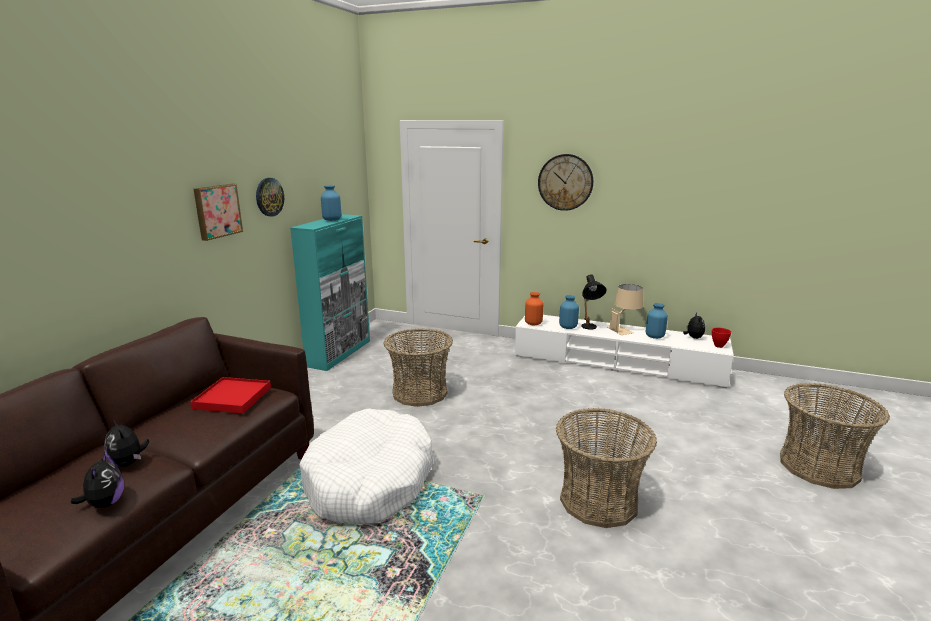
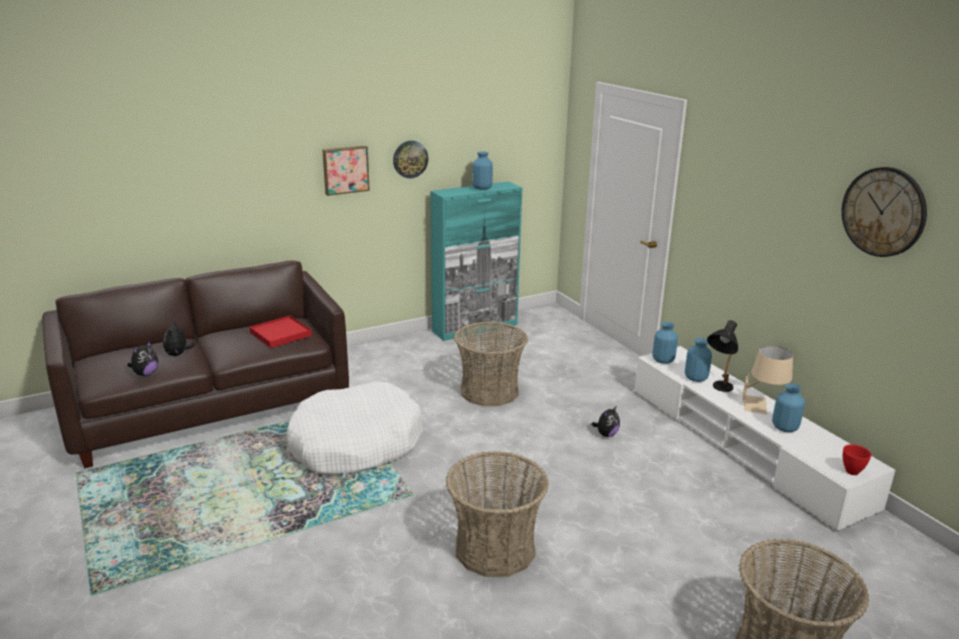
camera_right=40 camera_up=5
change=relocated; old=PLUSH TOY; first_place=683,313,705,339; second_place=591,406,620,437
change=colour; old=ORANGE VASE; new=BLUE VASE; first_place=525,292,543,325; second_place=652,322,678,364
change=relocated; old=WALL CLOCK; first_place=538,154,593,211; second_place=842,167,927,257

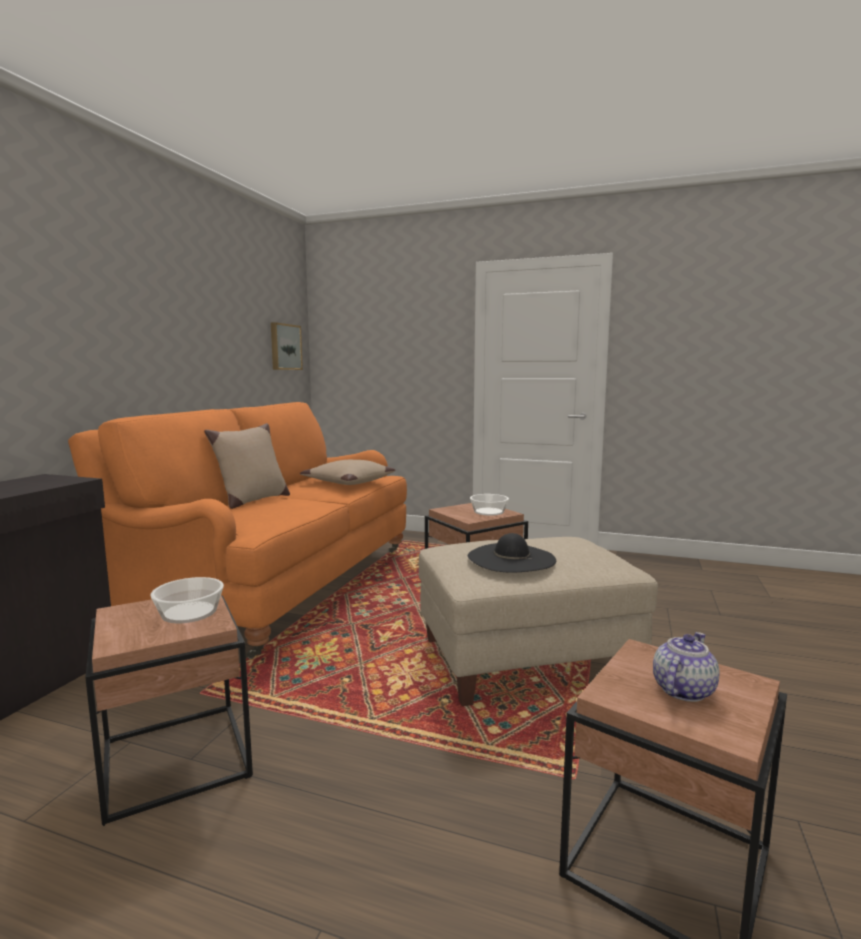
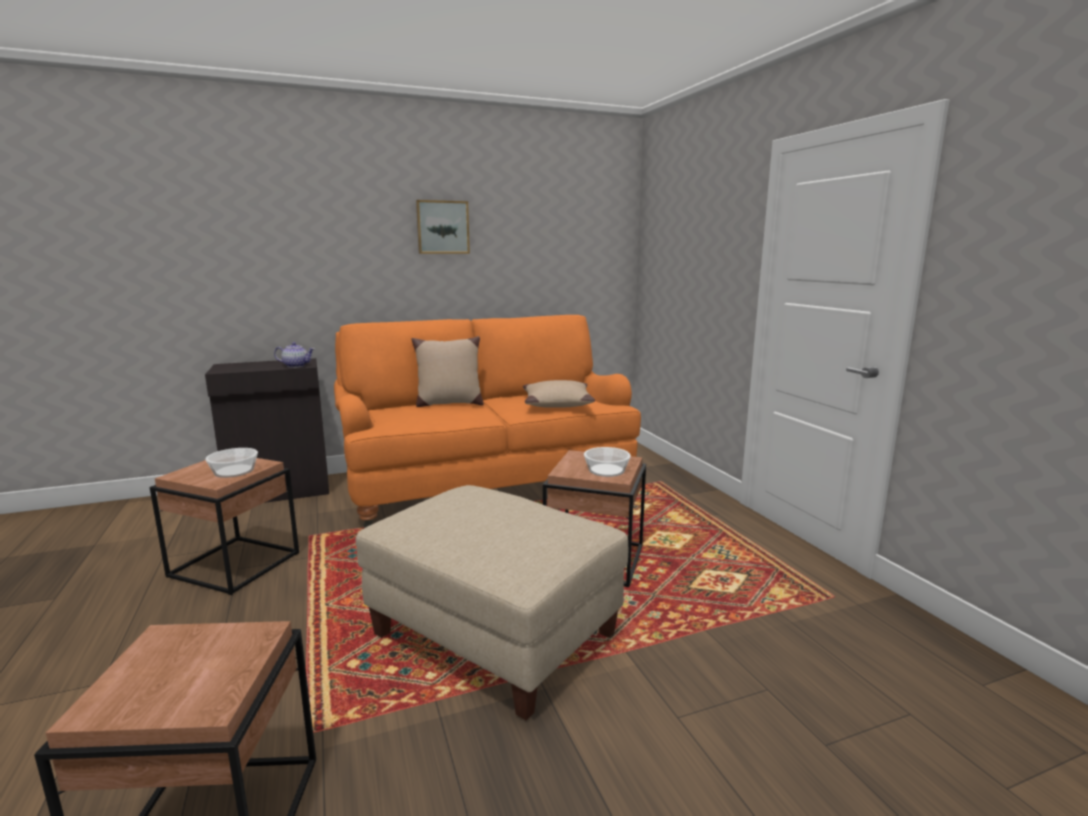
camera_right=50 camera_up=5
change=relocated; old=TEAPOT; first_place=653,632,720,702; second_place=274,342,314,368
change=relocated; old=PICTURE; first_place=271,322,303,370; second_place=416,200,470,254
change=missing; old=BLACK HAT; first_place=468,533,556,573

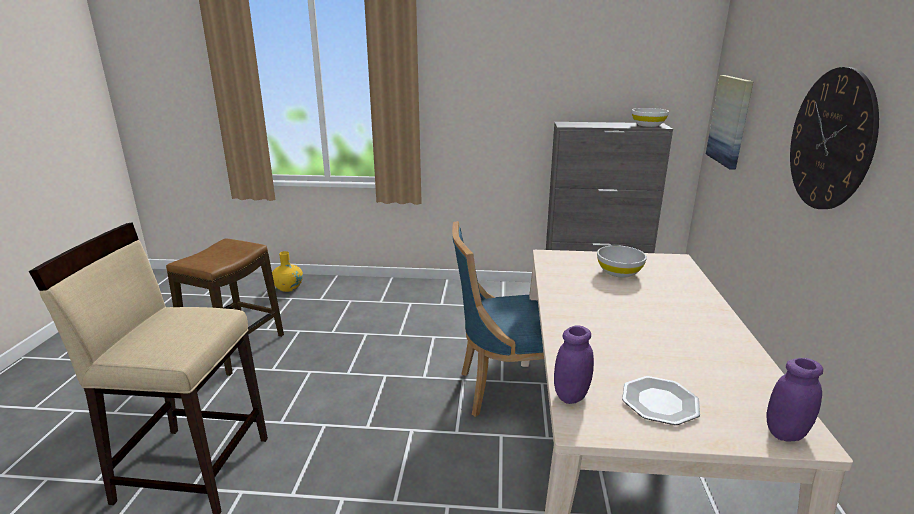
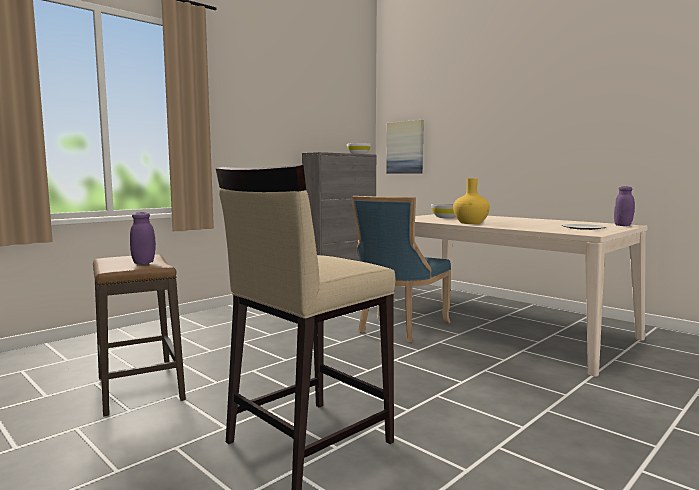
camera_right=-50 camera_up=-15
change=relocated; old=PURPLE JAR; first_place=554,325,594,404; second_place=130,212,156,264
change=relocated; old=YELLOW VASE; first_place=272,251,303,292; second_place=453,178,490,224
change=missing; old=WALL CLOCK; first_place=790,67,879,209

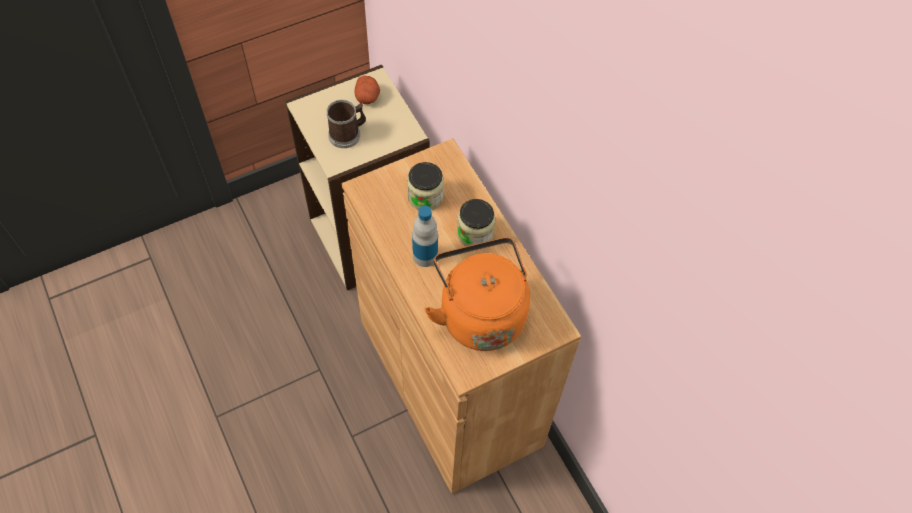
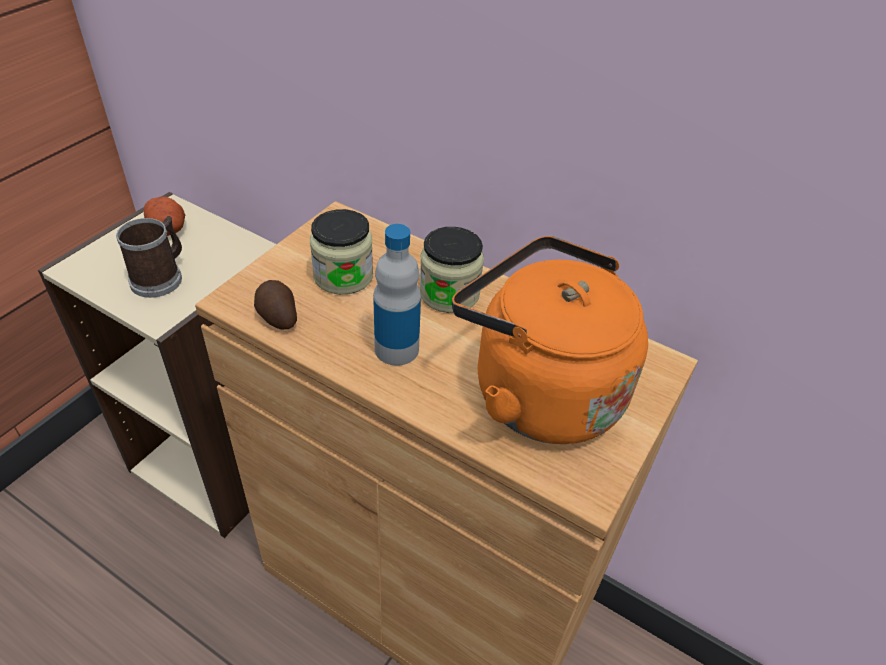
camera_right=-30 camera_up=-15
change=appeared; new=POTATO; second_place=254,280,297,330

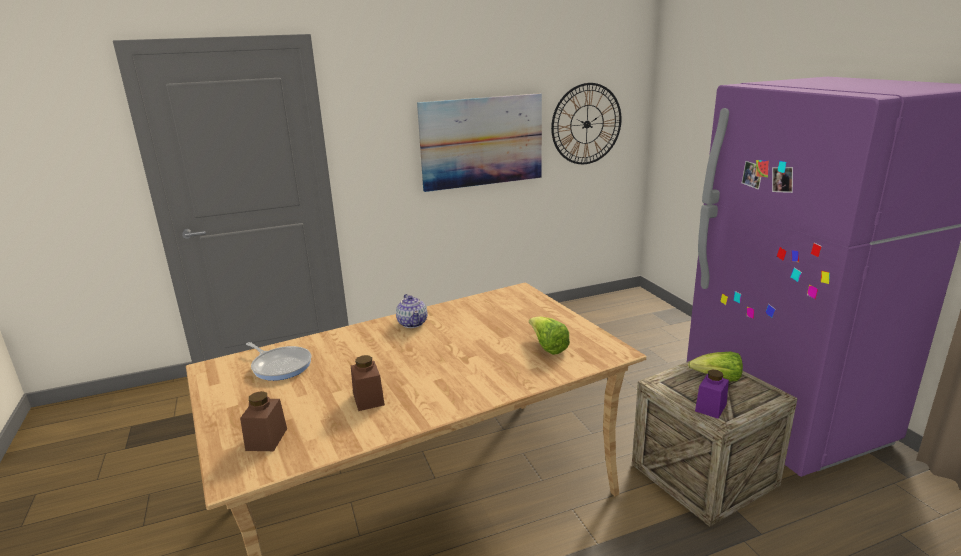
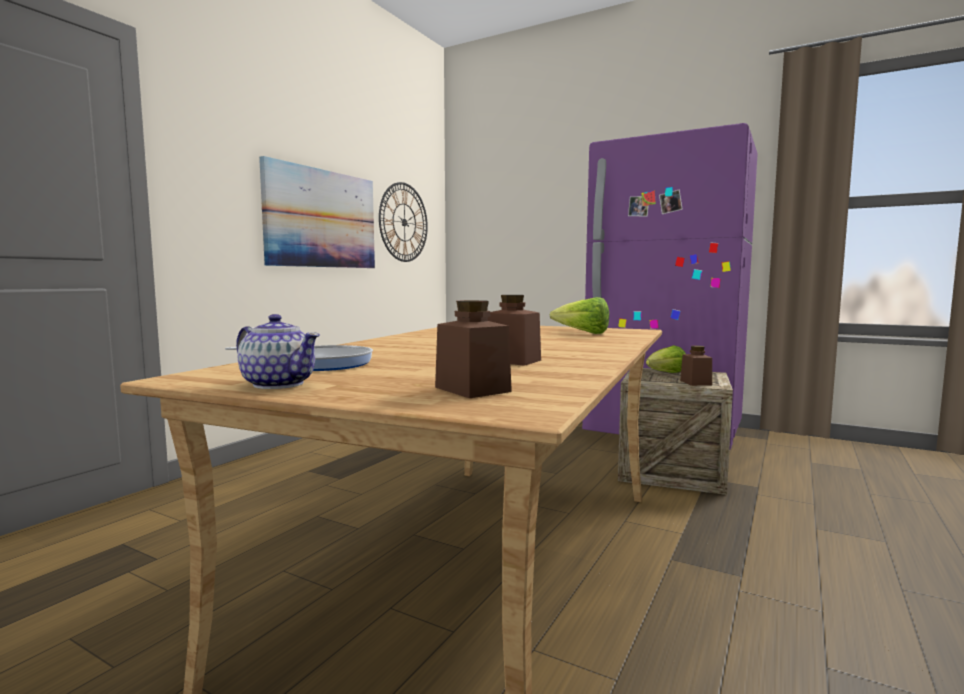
camera_right=-40 camera_up=-15
change=relocated; old=TEAPOT; first_place=396,294,427,328; second_place=236,314,320,389
change=colour; old=PURPLE JAR; new=BROWN JAR; first_place=695,370,729,419; second_place=680,345,712,386

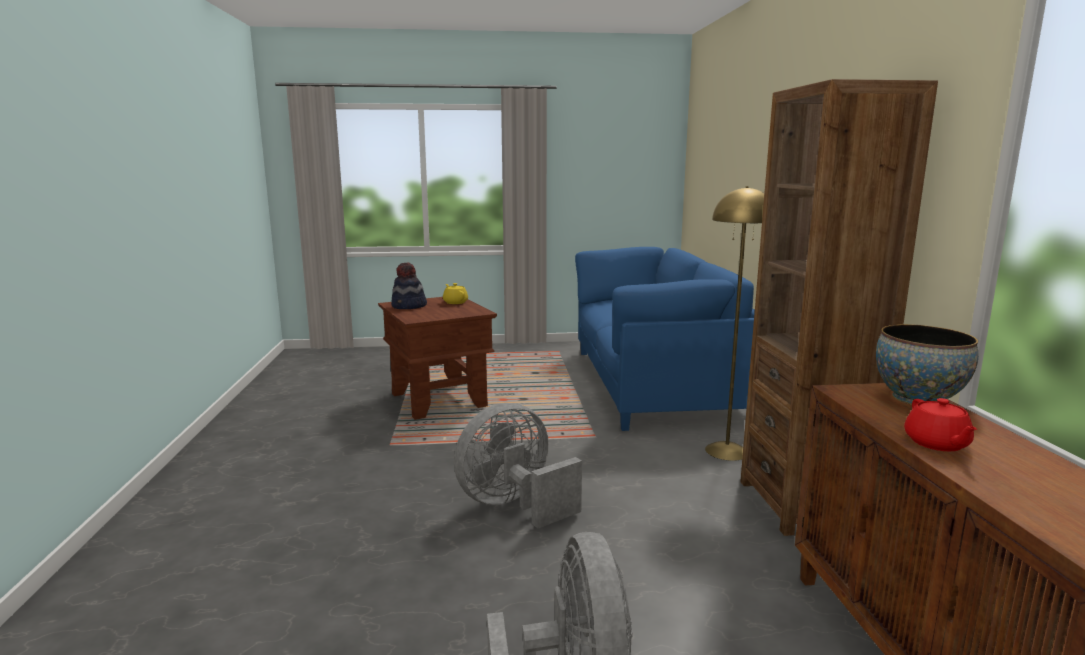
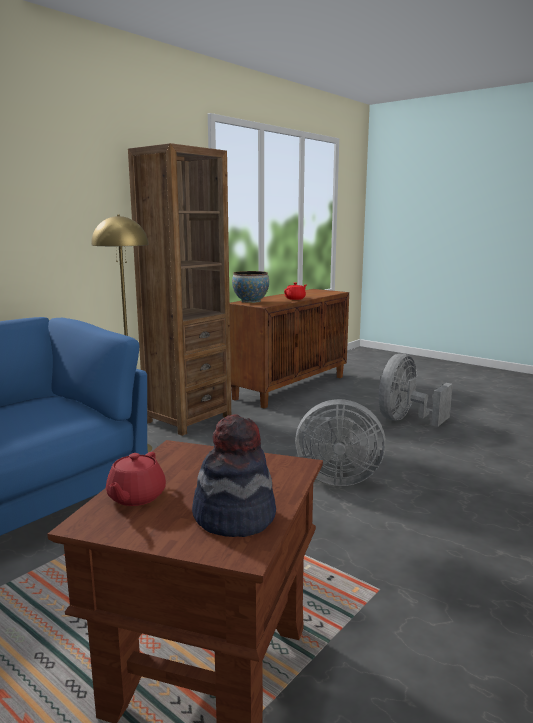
camera_right=-135 camera_up=0
change=colour; old=YELLOW TEAPOT; new=RED TEAPOT; first_place=443,283,468,304; second_place=106,452,166,506

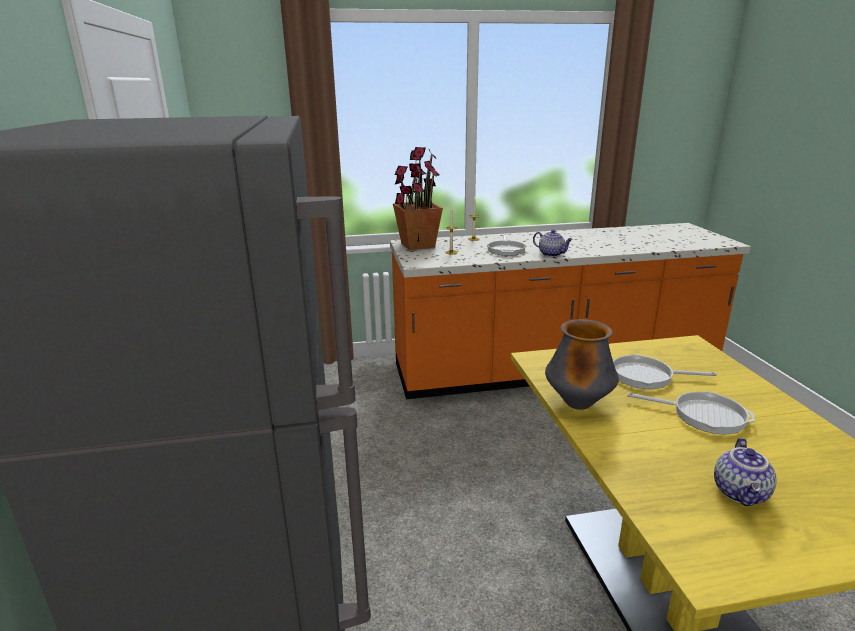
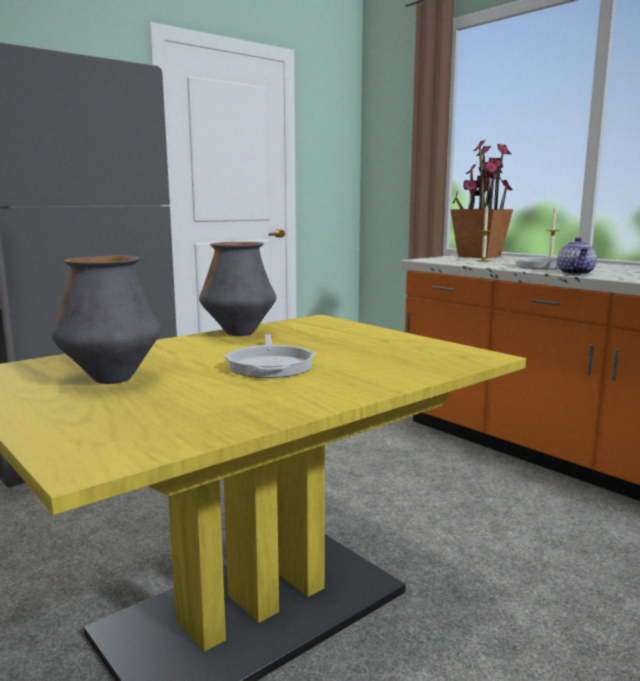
camera_right=60 camera_up=-10
change=exchanged; old=TEAPOT; new=VASE; first_place=714,438,776,506; second_place=52,256,161,384
change=missing; old=FRYING PAN; first_place=613,354,717,389

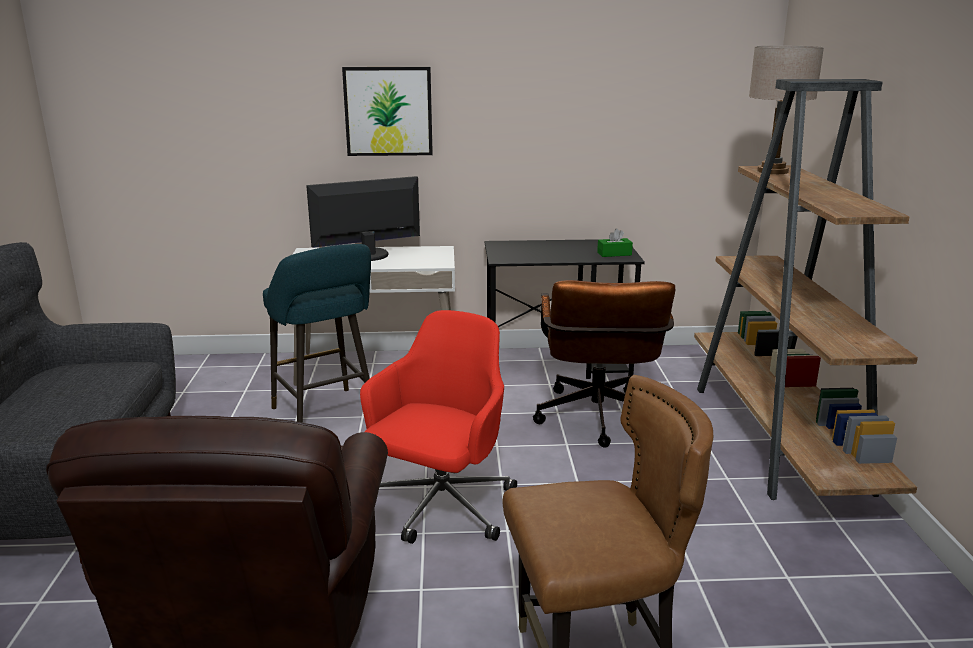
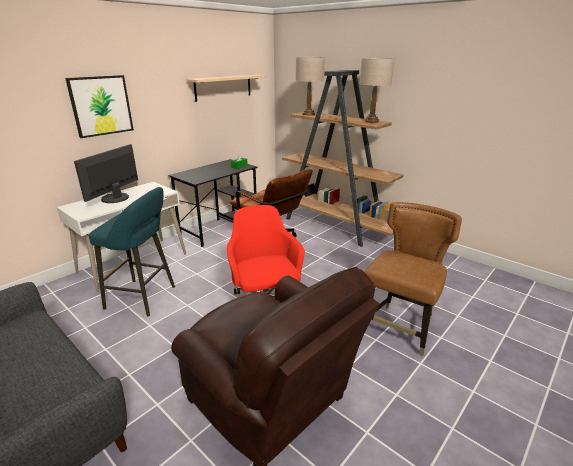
camera_right=-45 camera_up=5
change=appeared; new=BEIGE SHELF; second_place=186,75,266,102
change=appeared; new=BEIGE TABLE LAMP; second_place=359,58,395,123

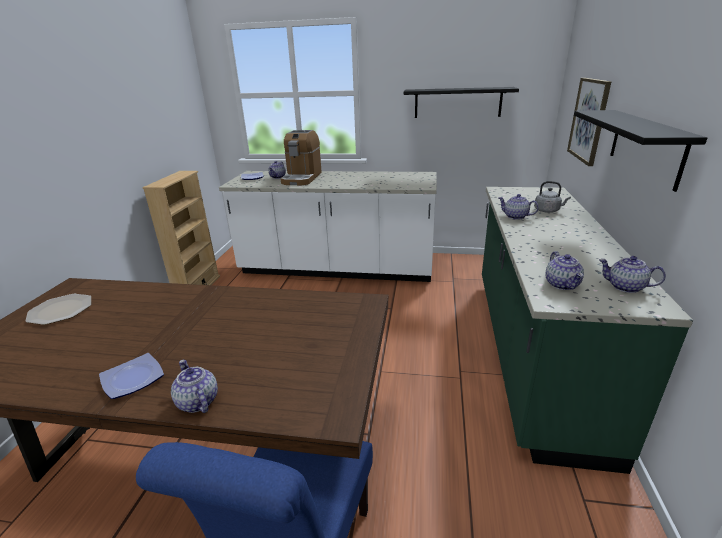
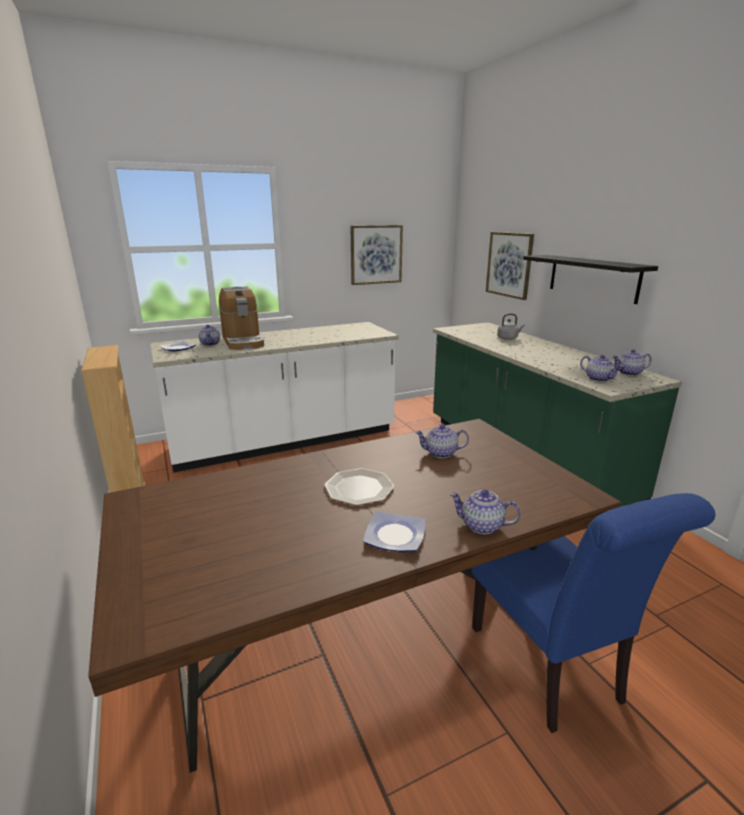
camera_right=-35 camera_up=-5
change=relocated; old=PLATE; first_place=25,294,91,325; second_place=324,468,395,506
change=exchanged; old=BLACK SHELF; new=PICTURE; first_place=404,87,519,118; second_place=350,225,403,285
change=relocated; old=TEAPOT; first_place=498,194,539,220; second_place=415,424,469,458

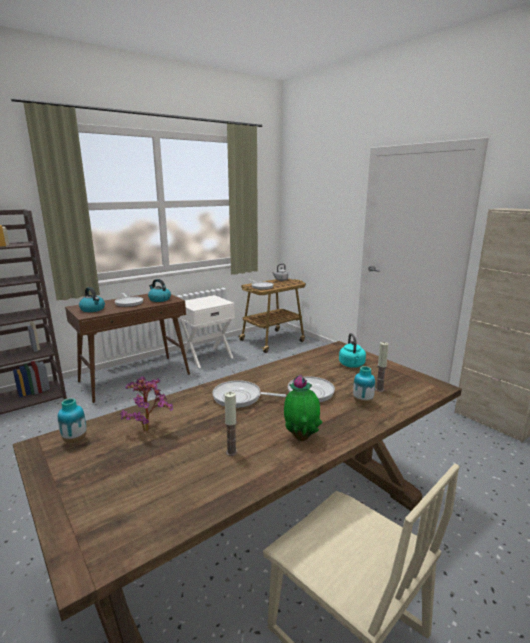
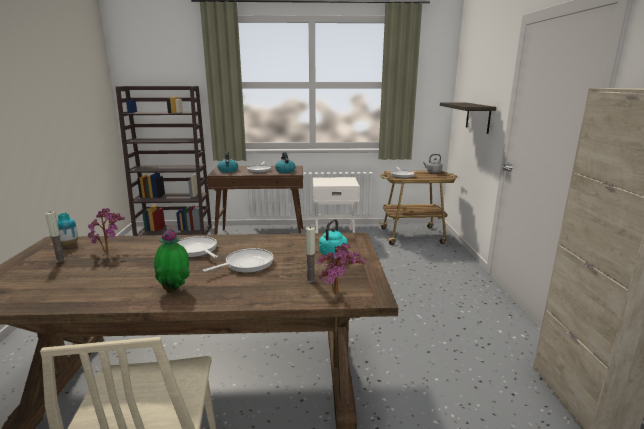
camera_right=35 camera_up=0
change=relocated; old=CANDLE; first_place=224,392,237,456; second_place=45,212,66,262
change=appeared; new=POTTED PLANT; second_place=318,243,365,294
change=appeared; new=SHELF; second_place=440,102,496,134
change=missing; old=VASE; first_place=353,366,375,405

